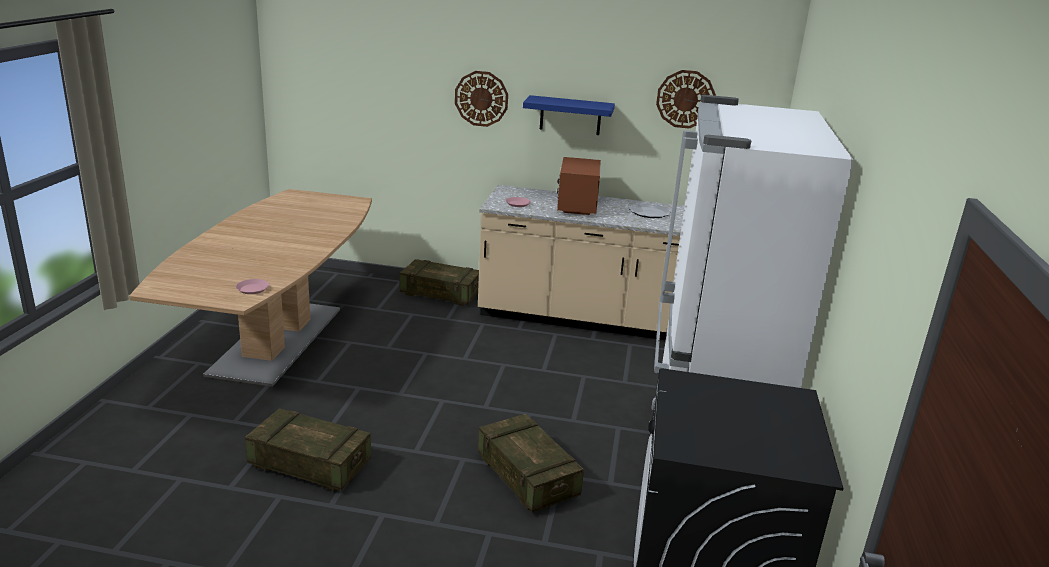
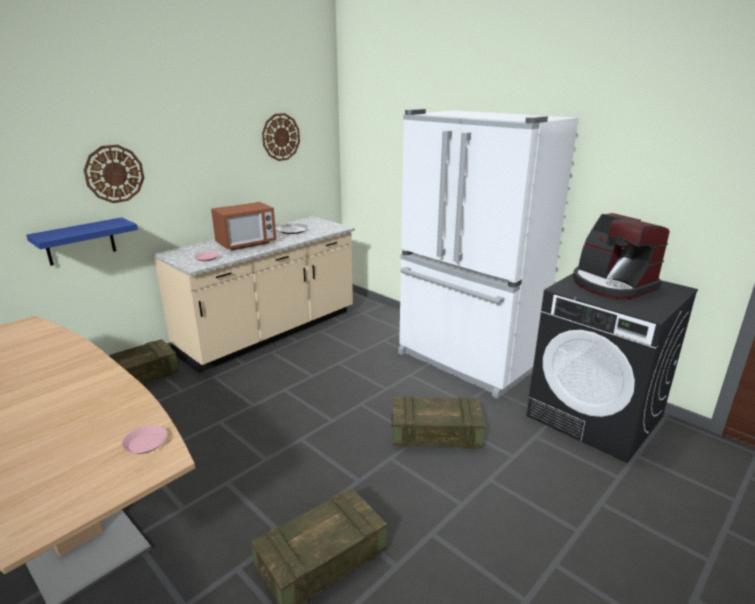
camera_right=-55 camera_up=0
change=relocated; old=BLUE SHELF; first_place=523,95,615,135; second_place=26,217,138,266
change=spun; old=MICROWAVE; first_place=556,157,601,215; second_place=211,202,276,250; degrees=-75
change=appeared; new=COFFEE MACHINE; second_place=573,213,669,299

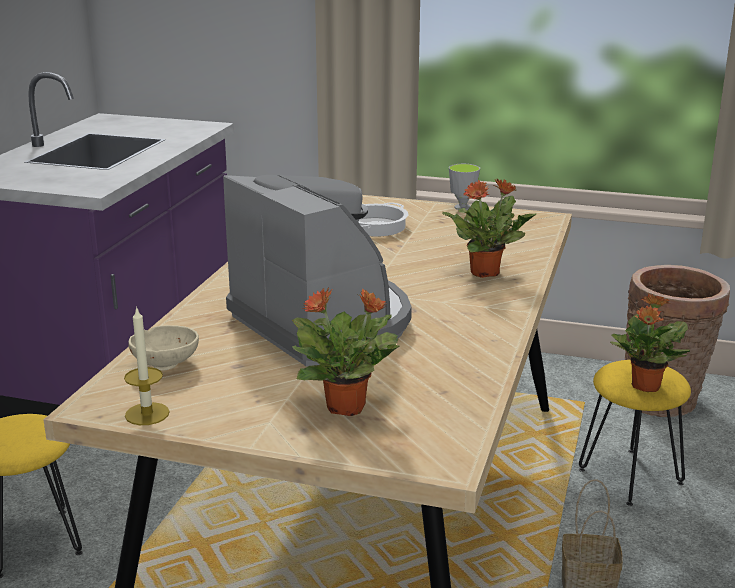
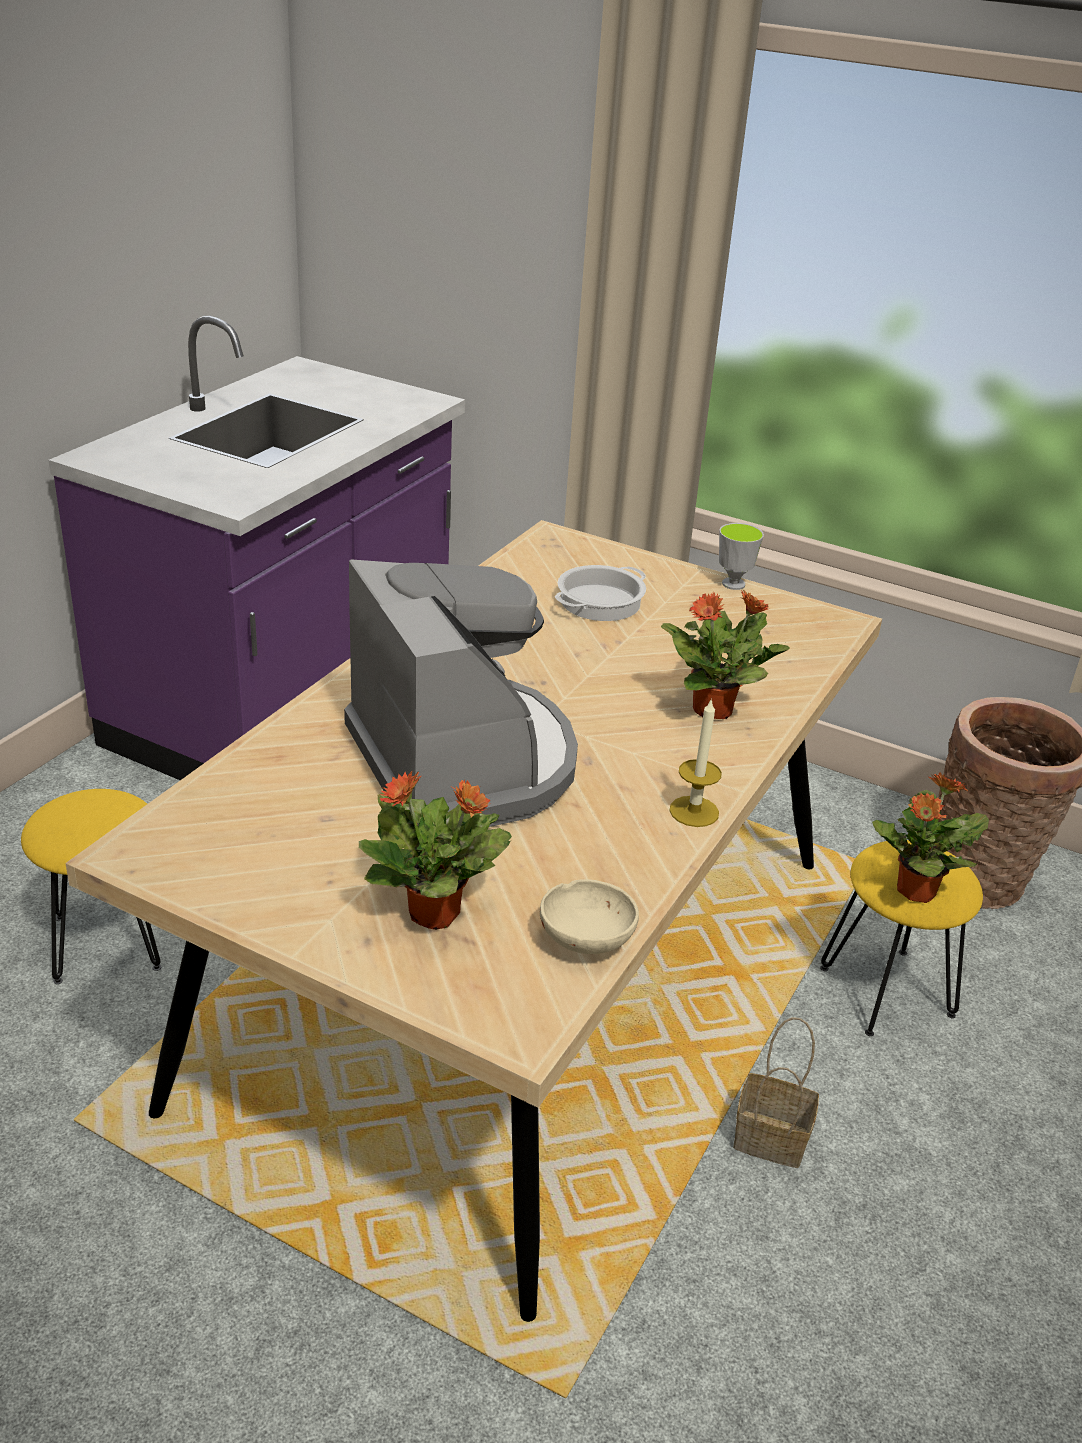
camera_right=10 camera_up=10
change=relocated; old=BEIGE BOWL; first_place=128,325,199,371; second_place=540,879,639,954
change=relocated; old=CANDLE; first_place=124,306,170,425; second_place=669,698,722,827

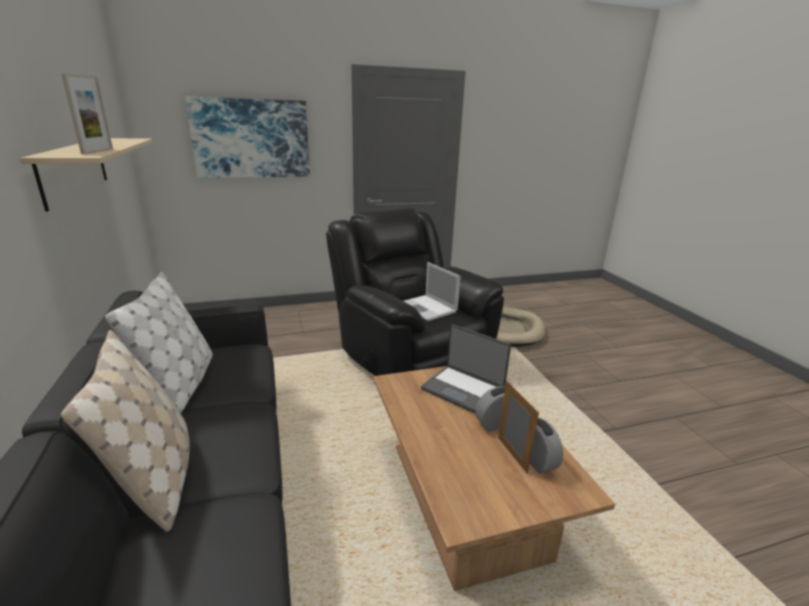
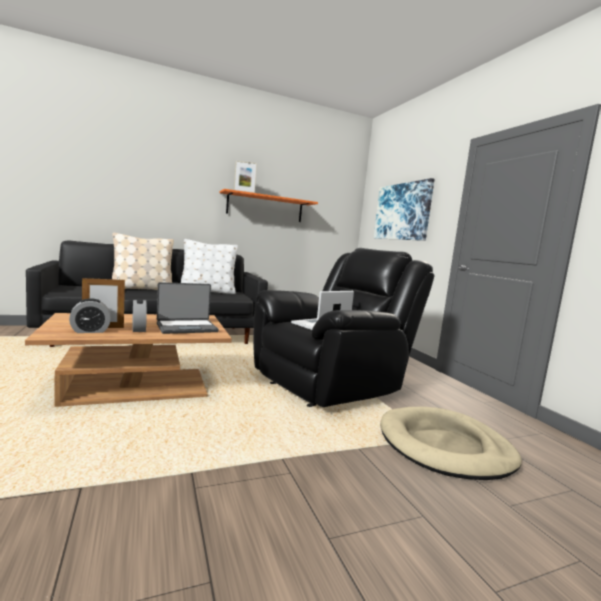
camera_right=85 camera_up=-15
change=spun; old=LAPTOP; first_place=421,324,511,414; second_place=157,282,219,334; degrees=-150
change=colour; old=BEIGE SHELF; new=ORANGE SHELF; first_place=20,138,153,212; second_place=219,189,318,222

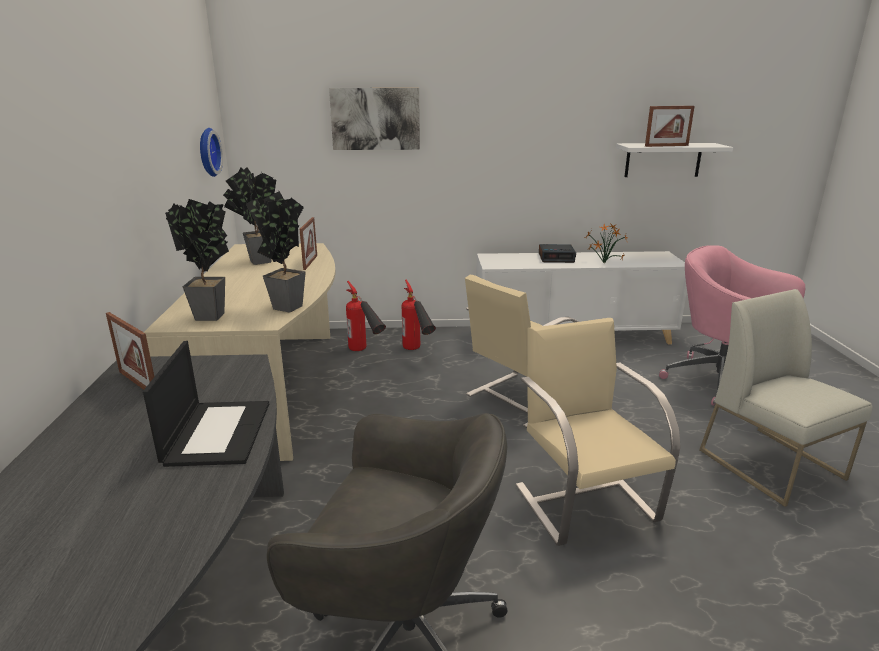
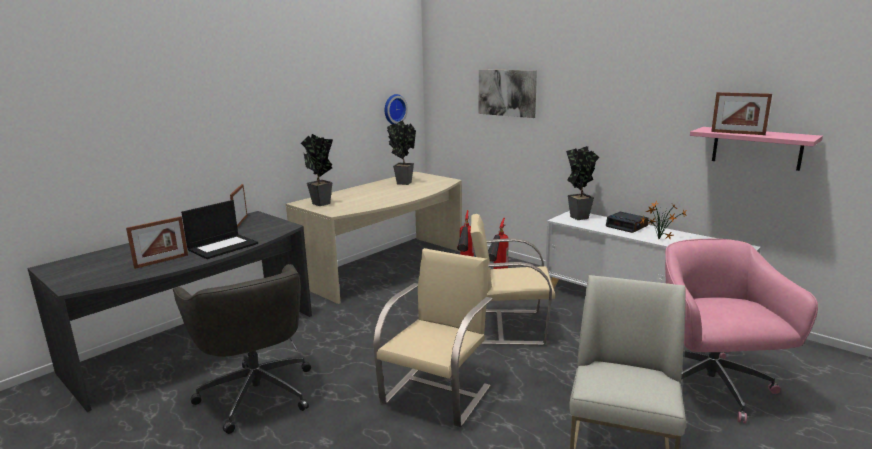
camera_right=45 camera_up=-5
change=relocated; old=PICTURE FRAME; first_place=300,217,317,270; second_place=126,216,188,269
change=relocated; old=POTTED PLANT; first_place=246,191,306,312; second_place=566,146,600,220
change=colour; old=WHITE SHELF; new=PINK SHELF; first_place=616,143,733,177; second_place=690,127,823,171

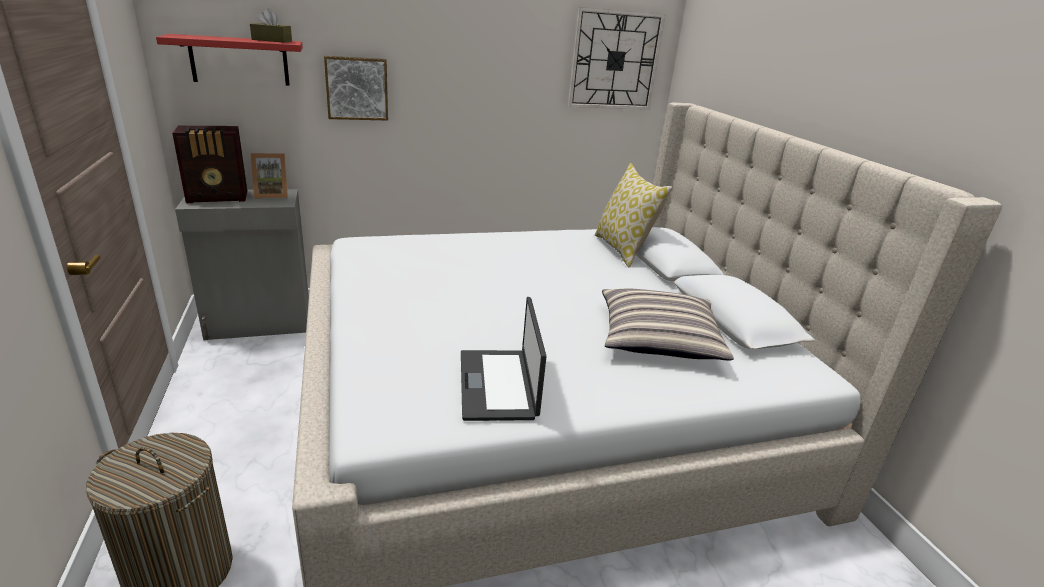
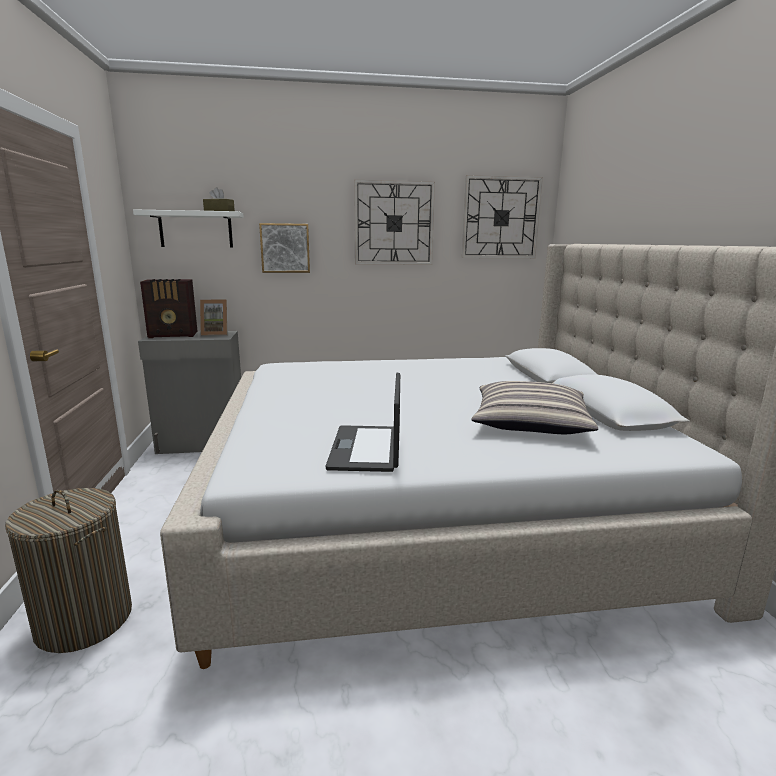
camera_right=10 camera_up=-10
change=colour; old=RED SHELF; new=WHITE SHELF; first_place=156,34,303,86; second_place=133,209,244,247
change=appeared; new=WALL CLOCK; second_place=354,180,435,265
change=missing; old=PILLOW; first_place=595,163,672,268

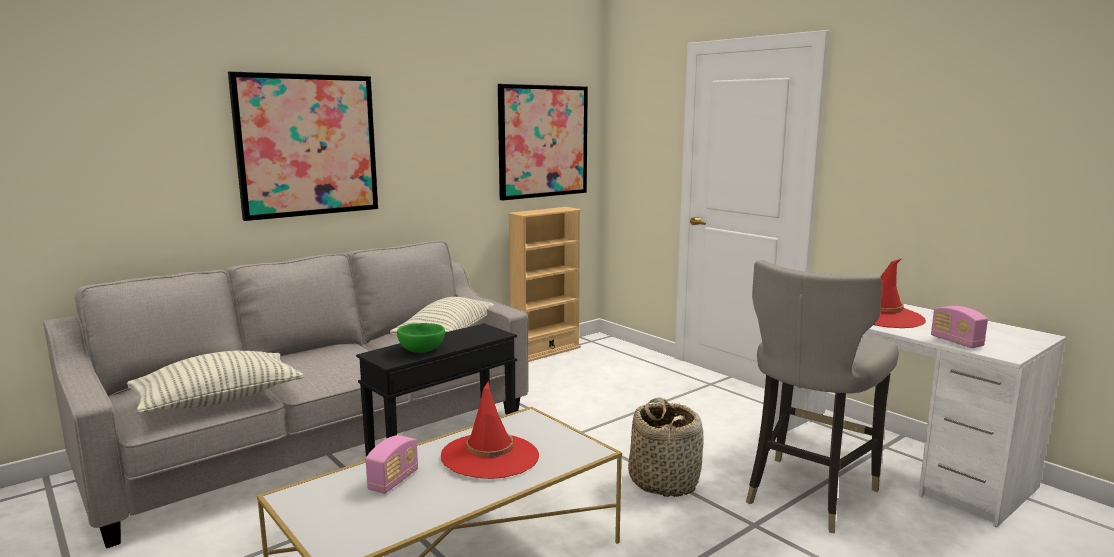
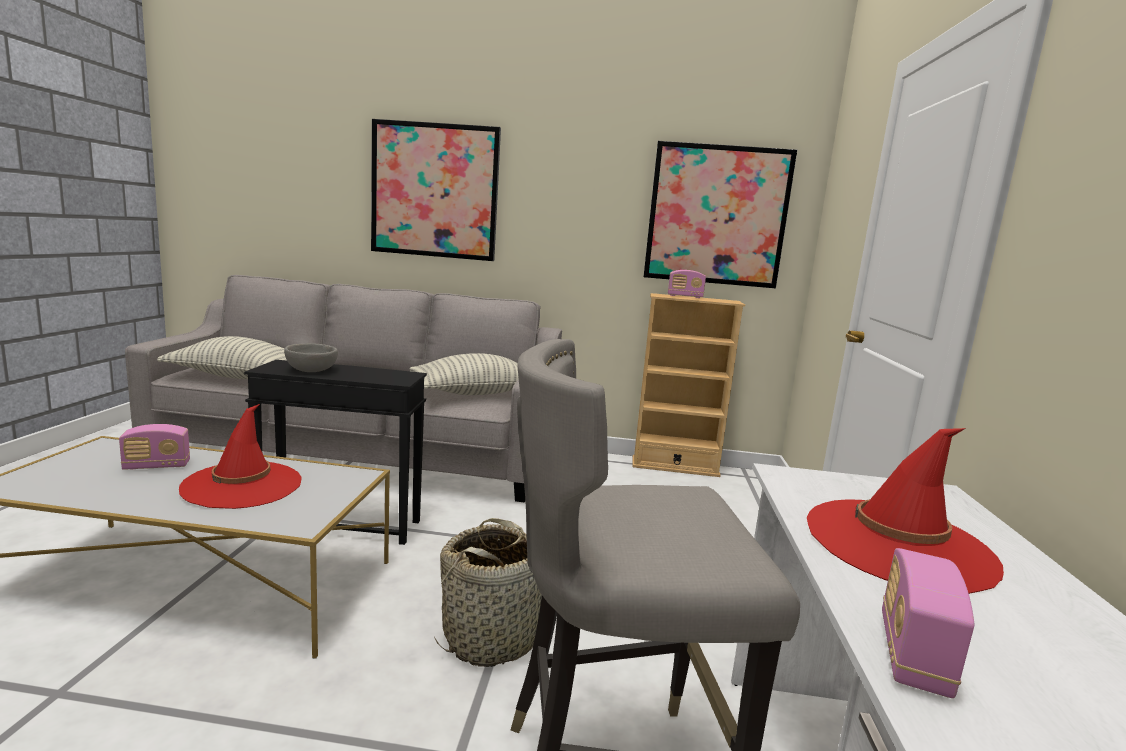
camera_right=45 camera_up=0
change=colour; old=GREEN BOWL; new=GREY BOWL; first_place=397,323,445,353; second_place=284,343,338,372
change=appeared; new=RADIO; second_place=668,270,706,298

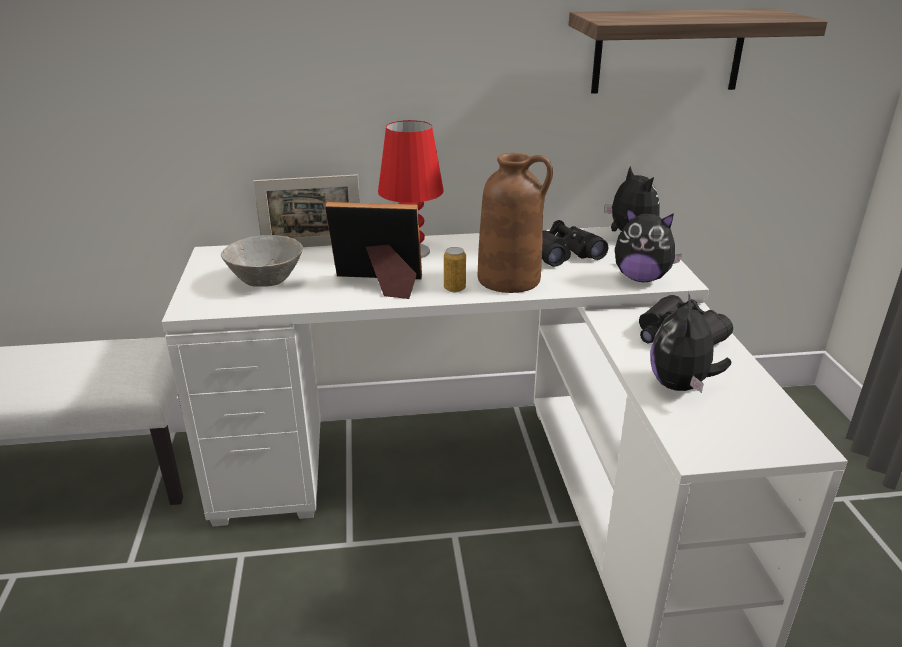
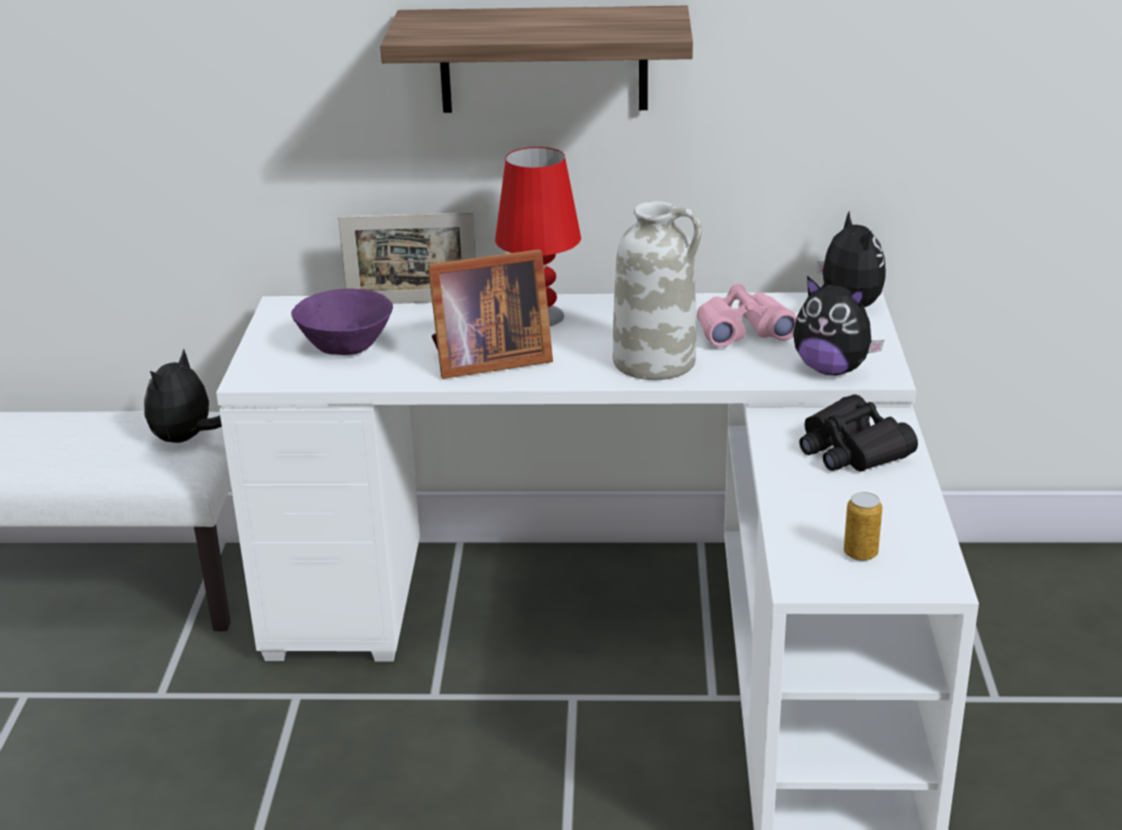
camera_right=10 camera_up=0
change=relocated; old=PLUSH TOY; first_place=650,293,731,393; second_place=144,349,222,443
change=colour; old=GREY BOWL; new=PURPLE BOWL; first_place=221,235,303,287; second_place=291,288,393,355
change=relocated; old=SHELF; first_place=569,9,828,94; second_place=380,6,693,113
change=spun; old=PICTURE FRAME; first_place=325,202,422,299; second_place=428,249,553,379; degrees=150
change=colour; old=BROWN VASE; new=WHITE VASE; first_place=478,153,553,293; second_place=613,201,702,380
change=colour; old=BLACK BINOCULARS; new=PINK BINOCULARS; first_place=542,220,608,267; second_place=697,284,797,347
change=relocated; old=CAN; first_place=444,247,466,292; second_place=844,492,882,561

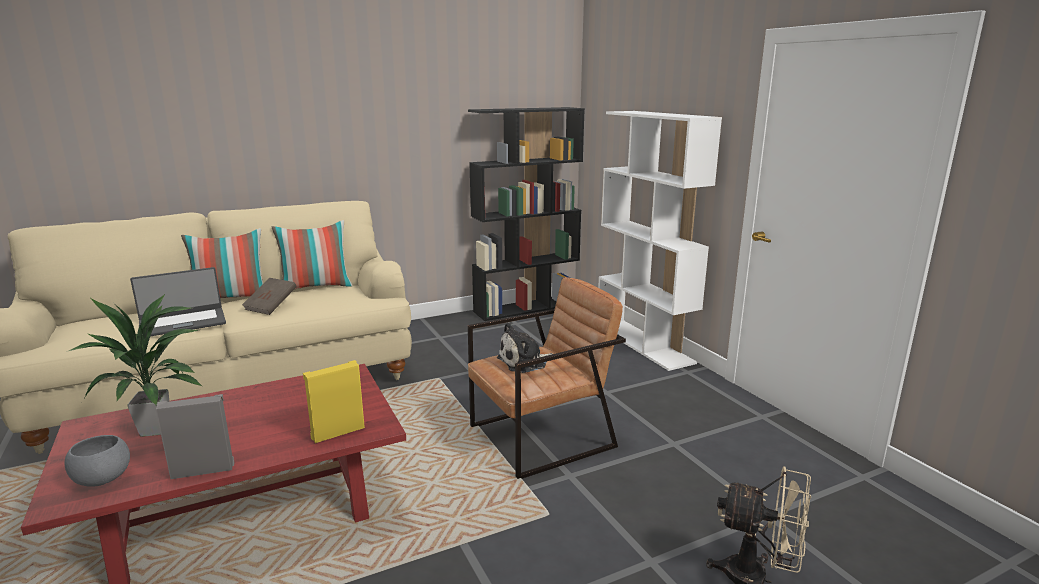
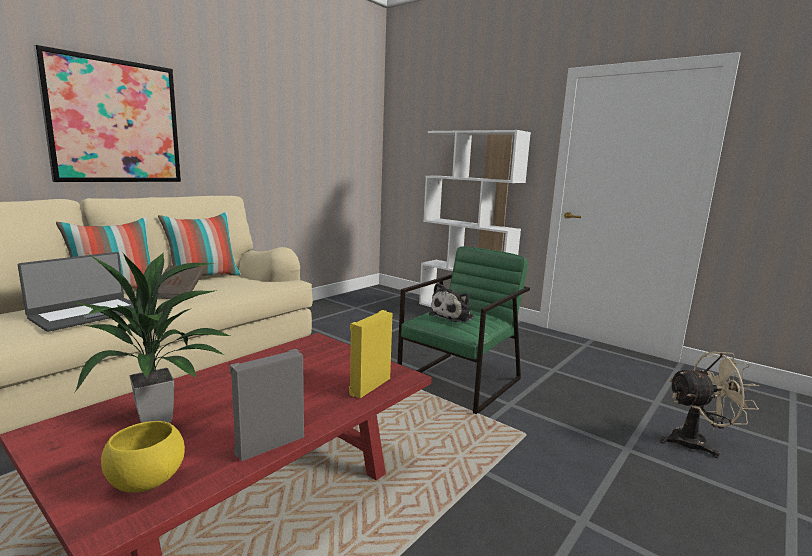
camera_right=-25 camera_up=-5
change=appeared; new=PICTURE; second_place=34,45,181,182
change=colour; old=GREY BOWL; new=YELLOW BOWL; first_place=64,435,130,487; second_place=101,421,185,492
change=colour; old=BROWN ARMCHAIR; new=GREEN ARMCHAIR; first_place=468,277,626,479; second_place=397,247,530,414
change=missing; old=BLACK BOOKCASE; first_place=468,107,585,321

